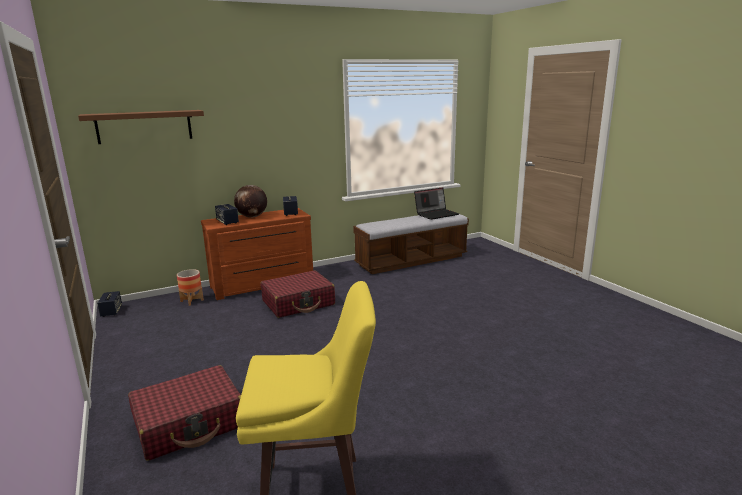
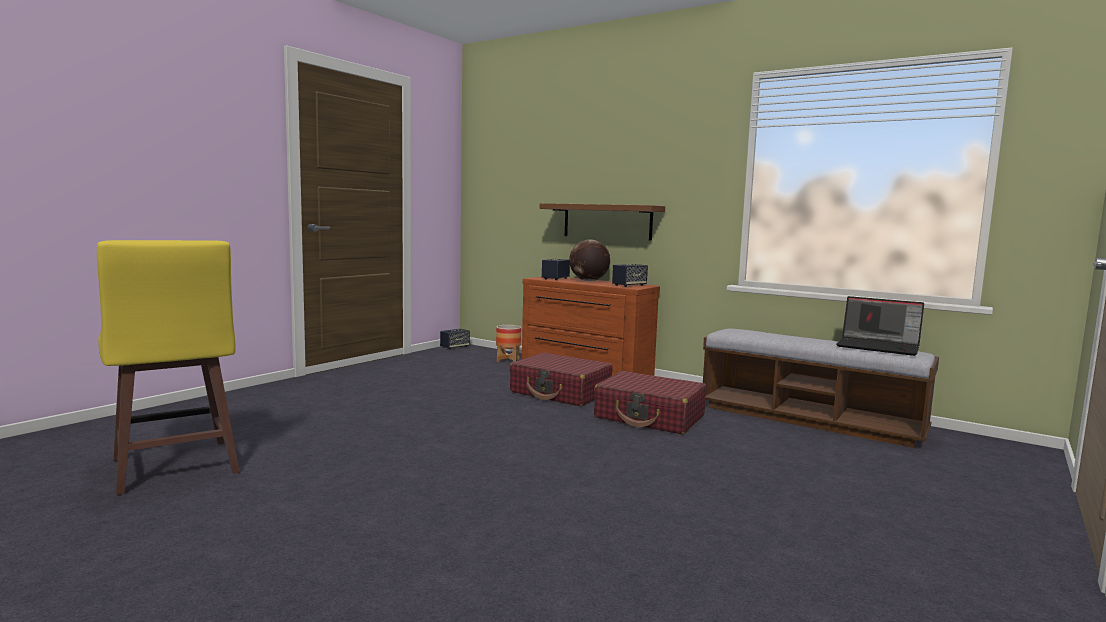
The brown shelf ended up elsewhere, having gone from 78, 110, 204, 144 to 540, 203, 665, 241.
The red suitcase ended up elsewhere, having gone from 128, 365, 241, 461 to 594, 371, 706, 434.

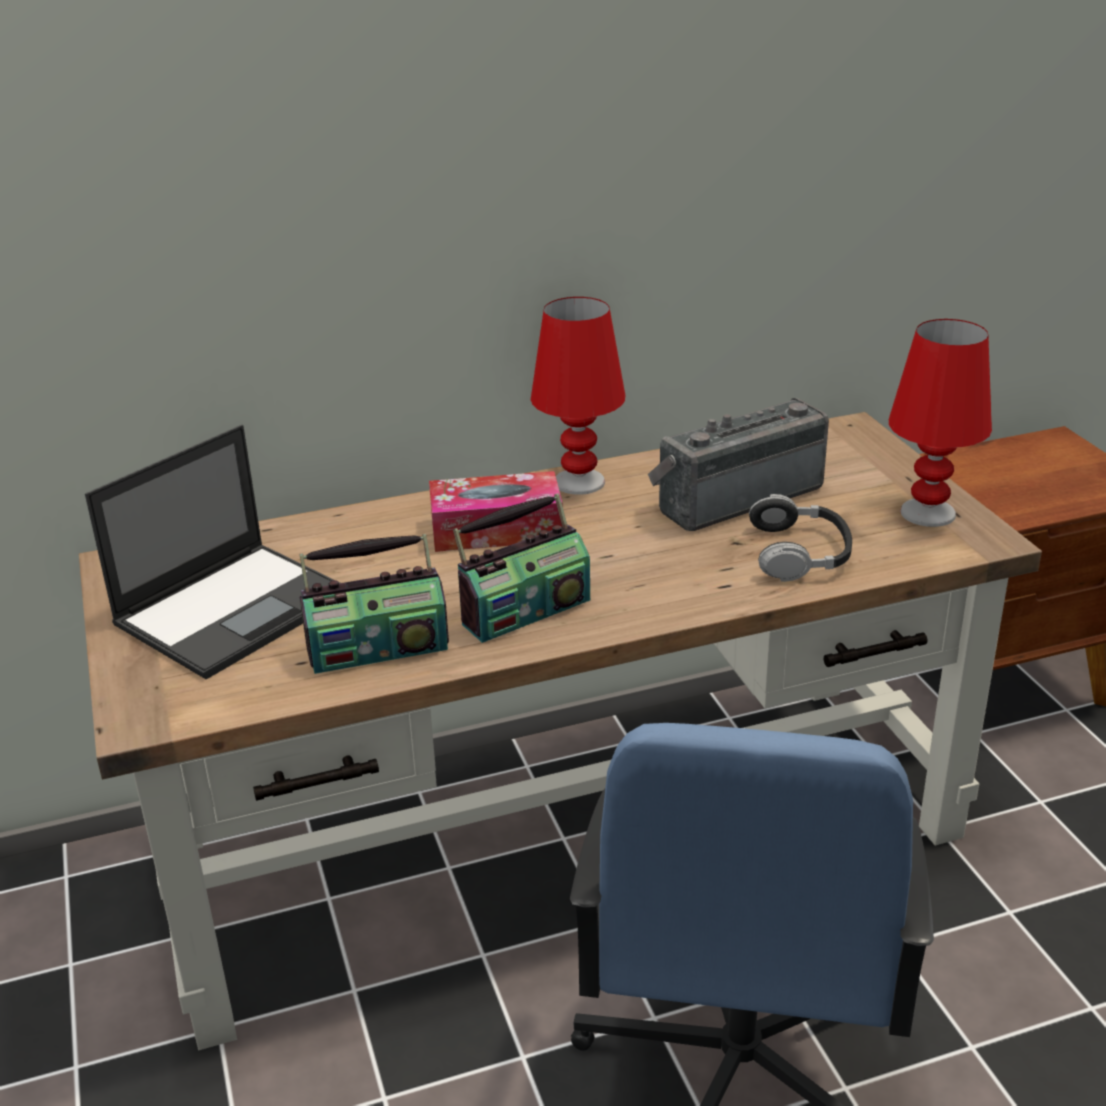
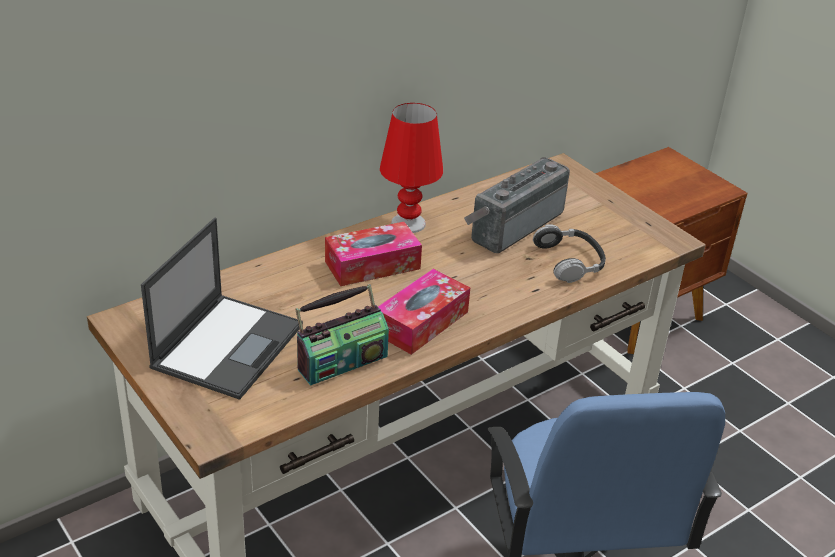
The second view lost the red table lamp at 889, 319, 992, 527.
Where the radio stood at 453, 493, 590, 643, the tissue box came to stand at 378, 269, 470, 355.

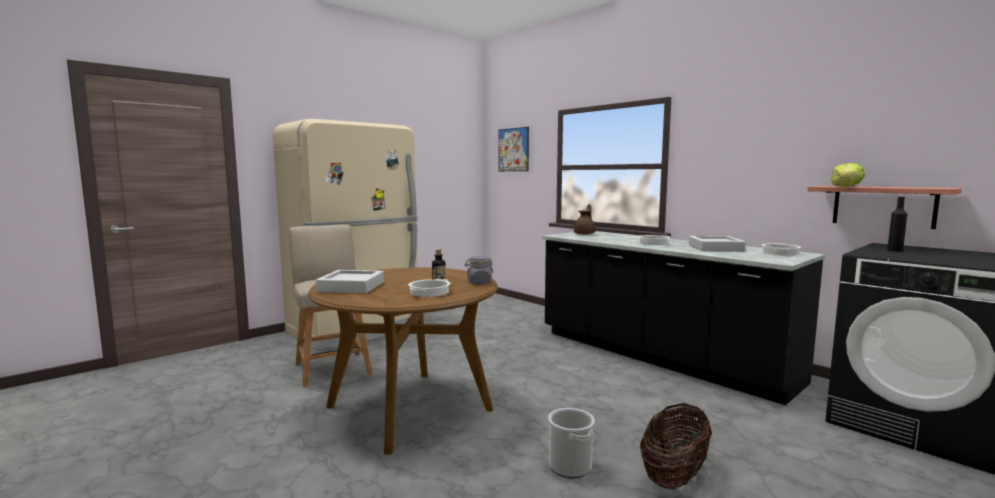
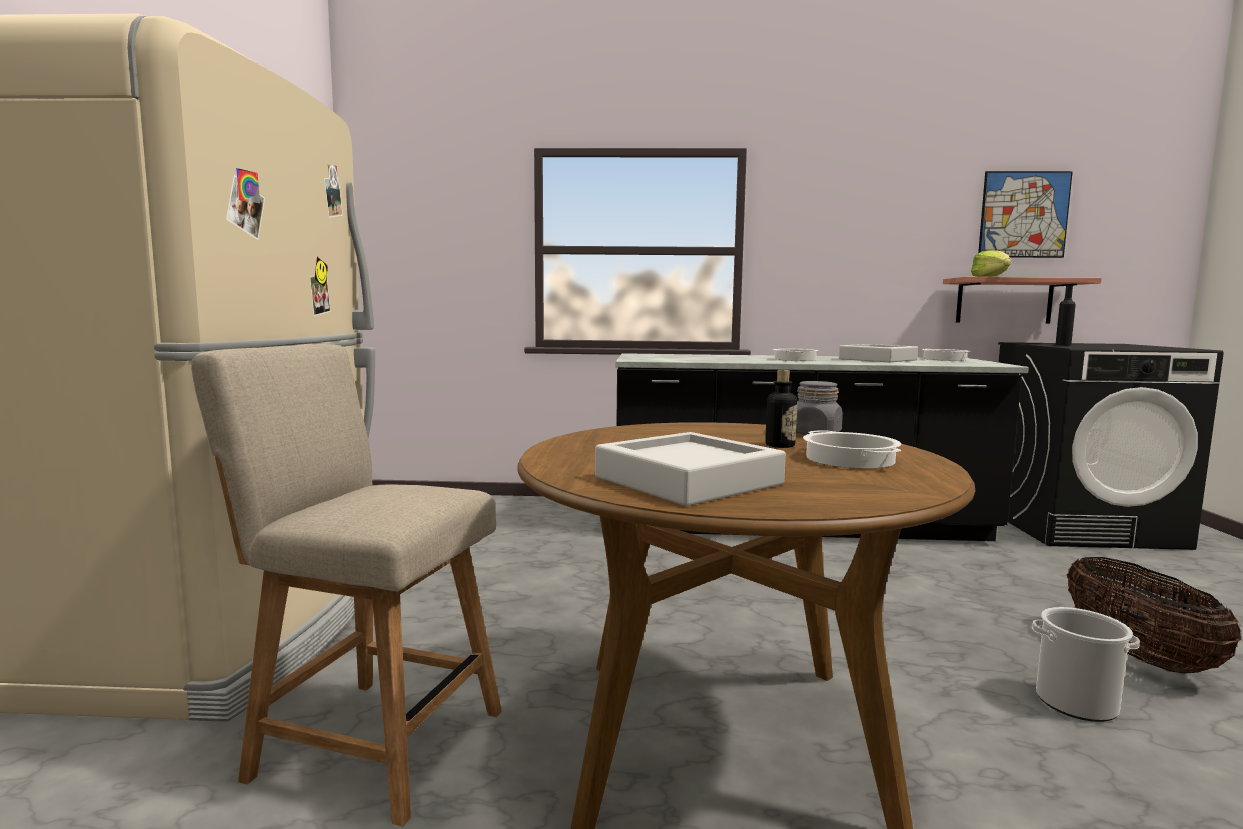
The picture ended up elsewhere, having gone from 498, 127, 529, 171 to 978, 171, 1073, 258.
The second view lost the brown teapot at 574, 204, 596, 235.

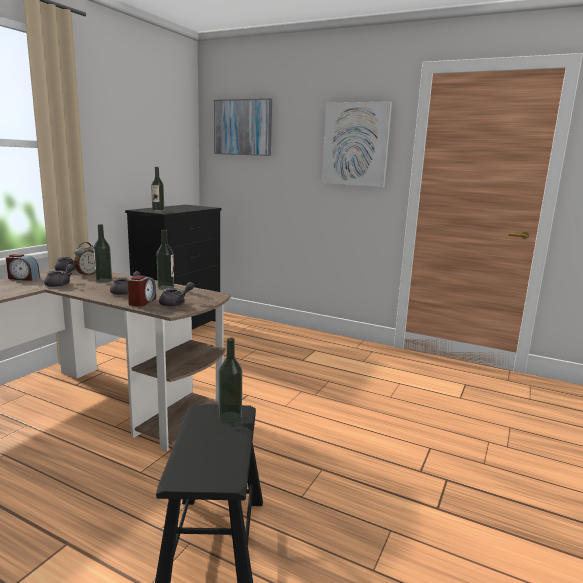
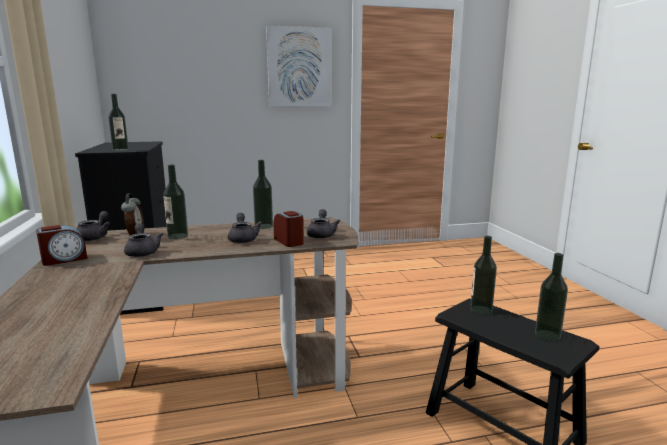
The second view lost the picture at 214, 98, 272, 156.
The second view gained the bottle at 535, 253, 568, 342.

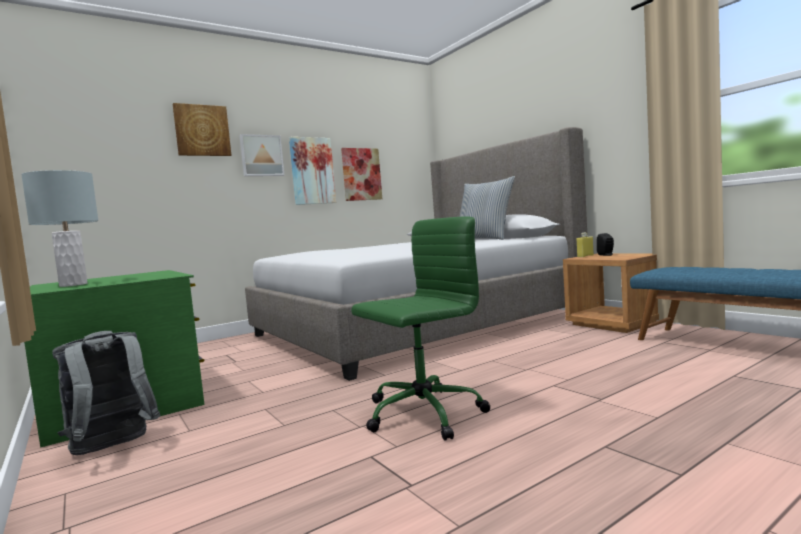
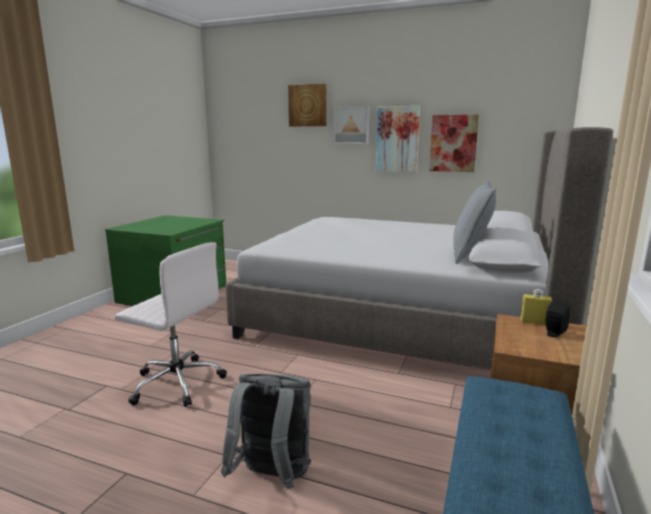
The second view lost the grey table lamp at 21, 170, 99, 287.
What was the green office chair at 351, 216, 490, 440 turned into the white office chair at 115, 242, 227, 407.
The grey backpack ended up elsewhere, having gone from 52, 331, 161, 455 to 221, 374, 311, 489.

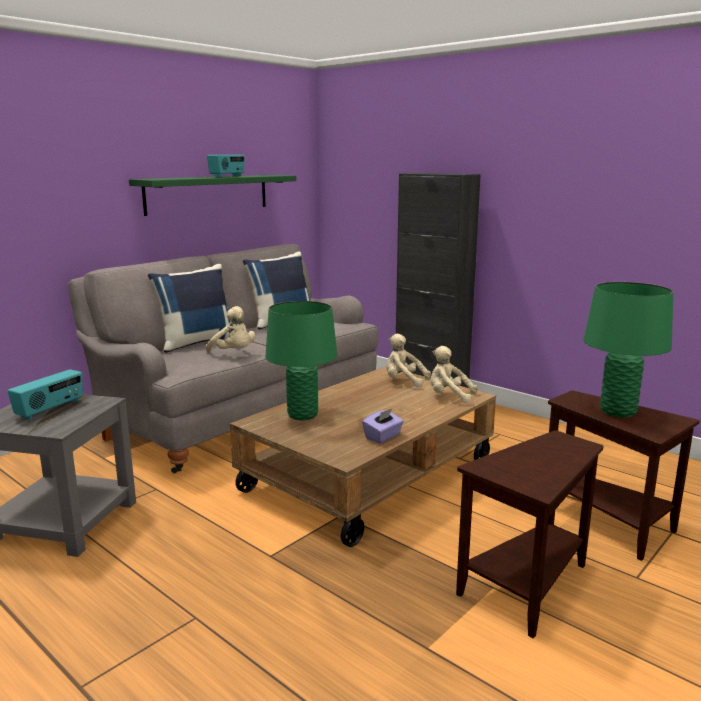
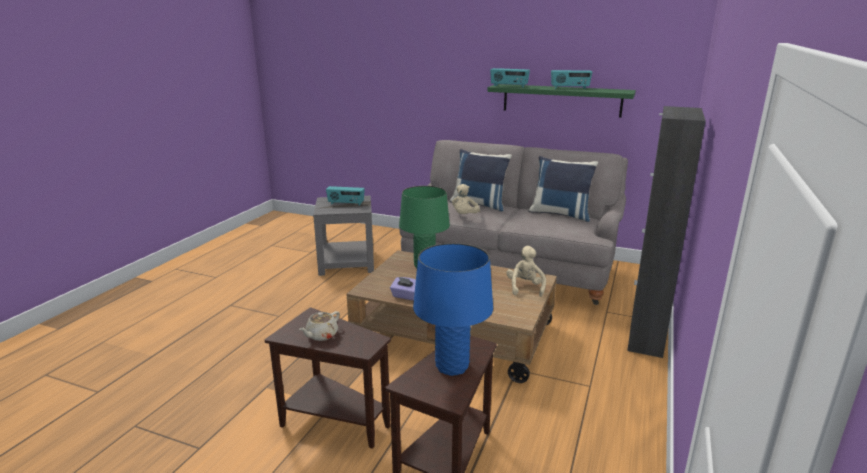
What was the green table lamp at 584, 282, 673, 417 turned into the blue table lamp at 413, 243, 493, 376.
The second view lost the beige plush toy at 430, 346, 477, 403.
The second view gained the radio at 490, 68, 530, 88.
The second view gained the beige teapot at 299, 311, 340, 341.

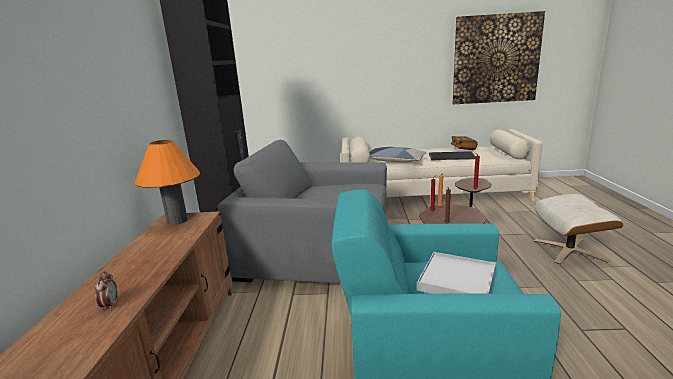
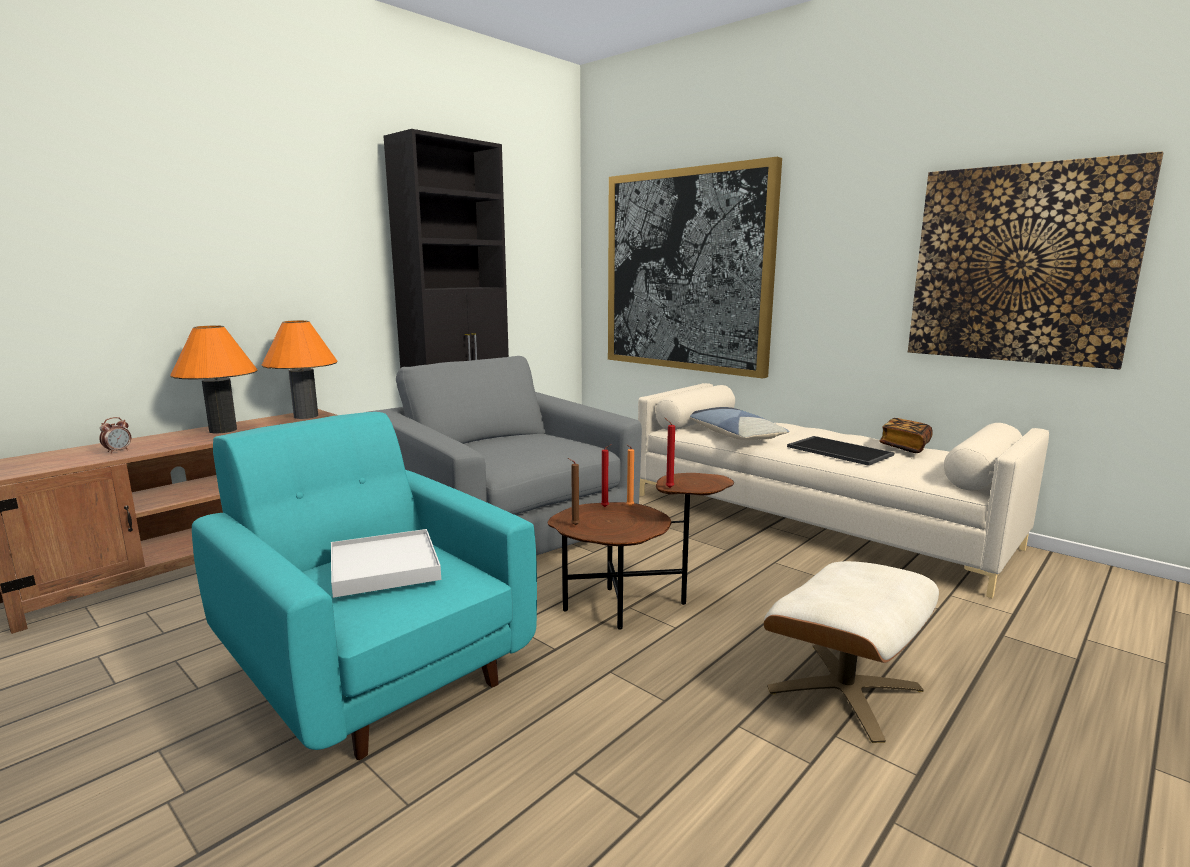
The second view gained the picture at 608, 157, 782, 378.
The second view gained the orange table lamp at 170, 326, 257, 433.

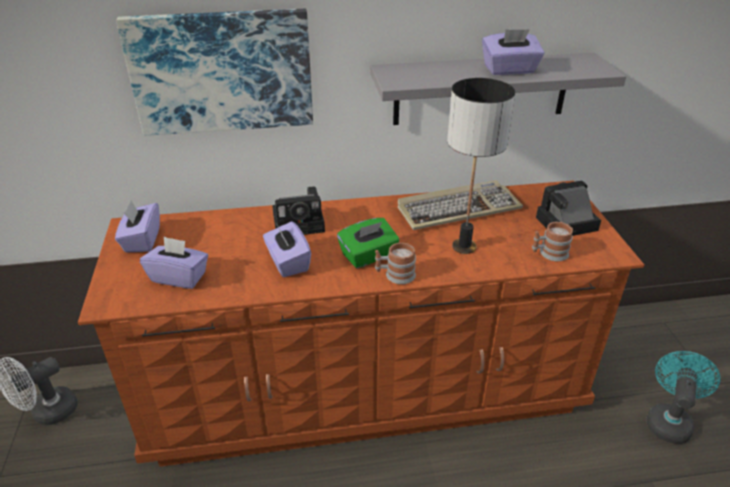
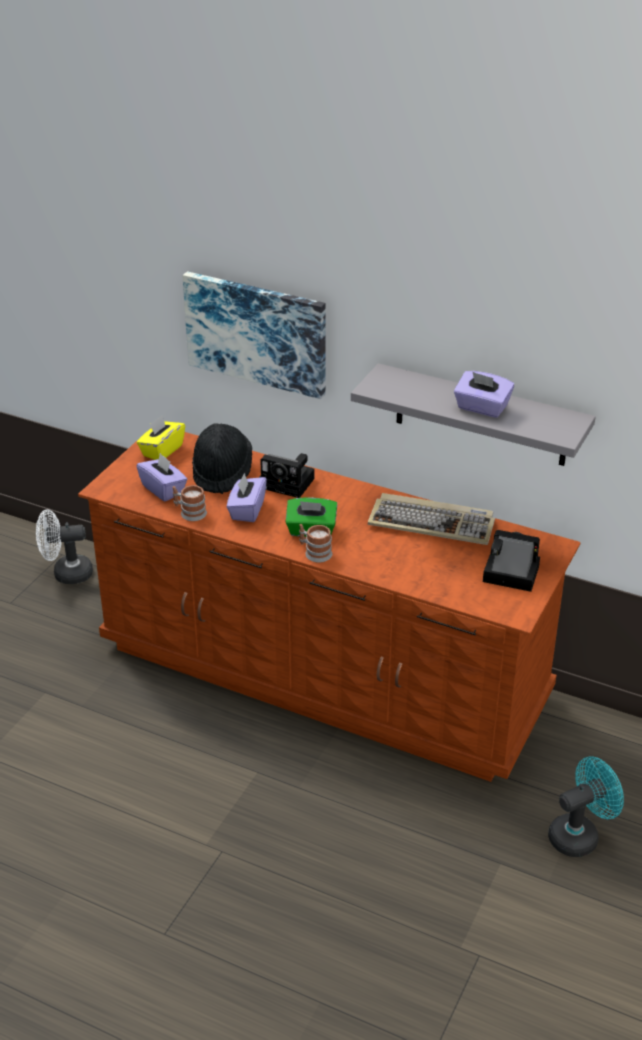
The second view lost the table lamp at 447, 78, 515, 254.
What was the purple tissue box at 115, 201, 160, 252 turned into the yellow tissue box at 137, 415, 185, 460.
The mug ended up elsewhere, having gone from 532, 222, 573, 261 to 173, 485, 207, 521.
The second view gained the black hat at 192, 423, 252, 494.

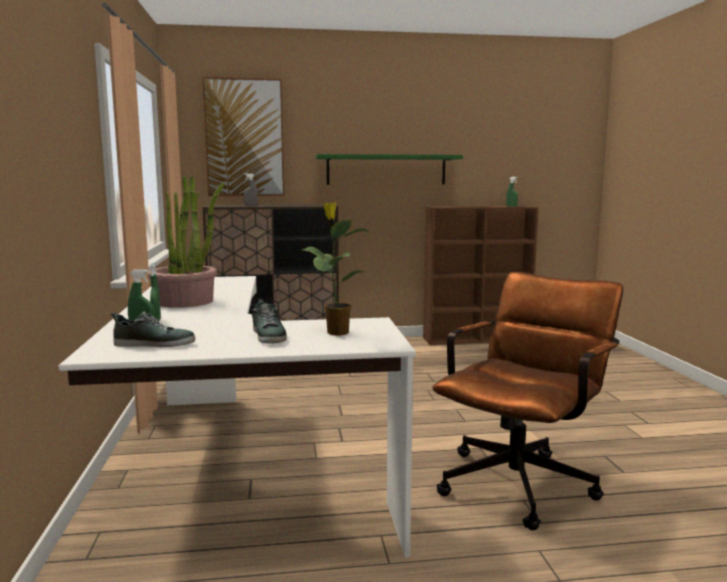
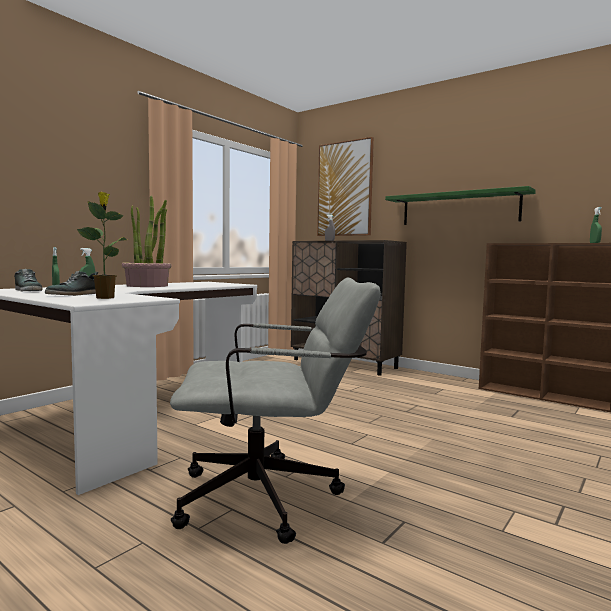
What was the brown office chair at 432, 272, 624, 530 turned into the grey office chair at 170, 277, 381, 544.

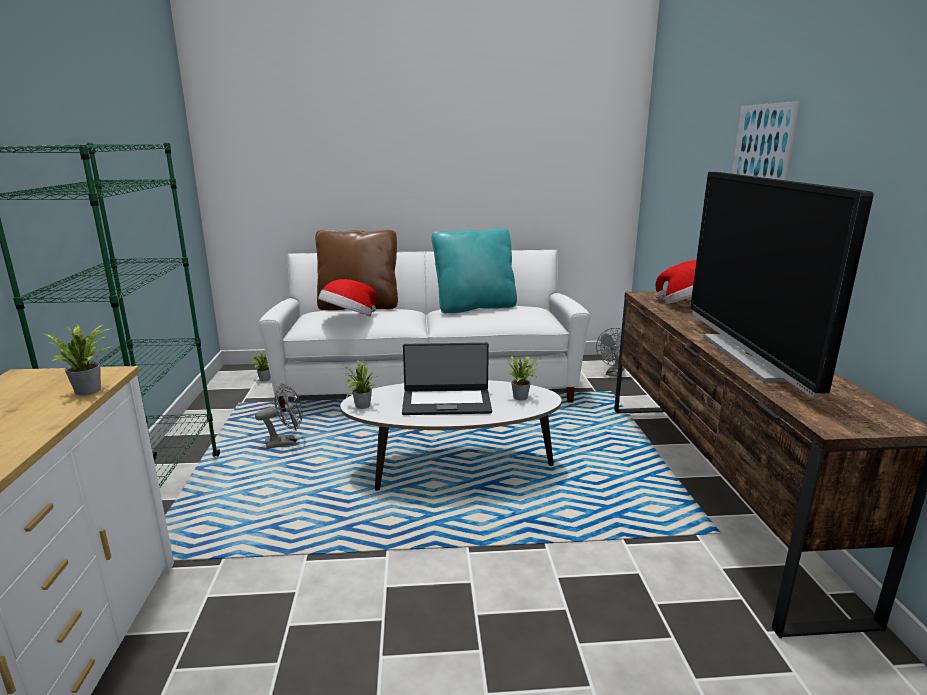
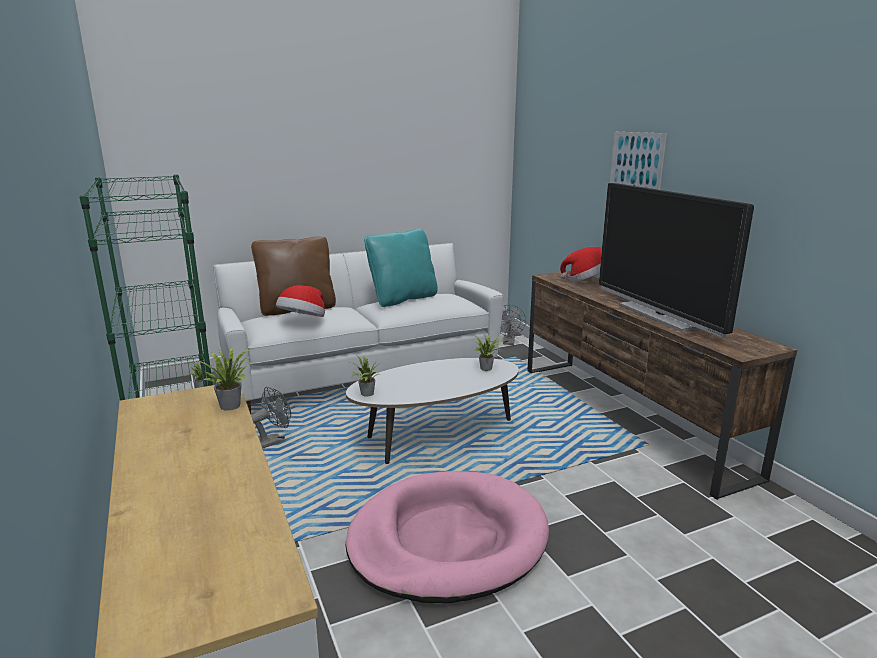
The second view lost the laptop at 402, 343, 492, 415.
The second view gained the pink dog bed at 346, 471, 549, 603.

